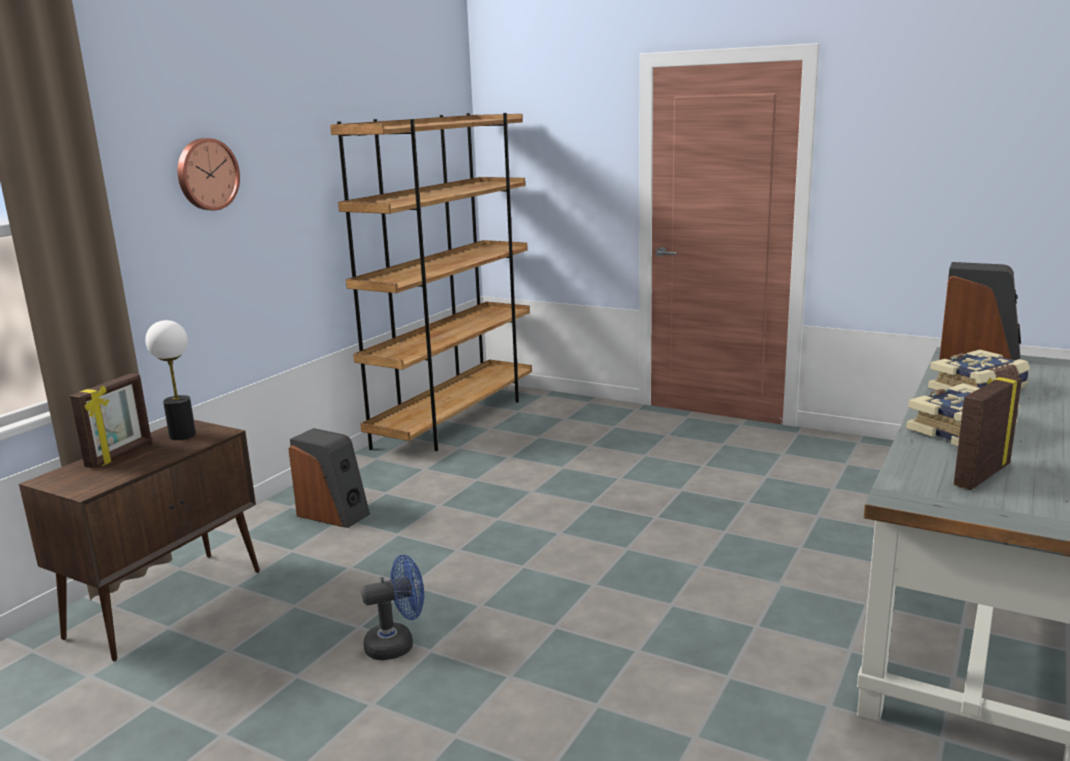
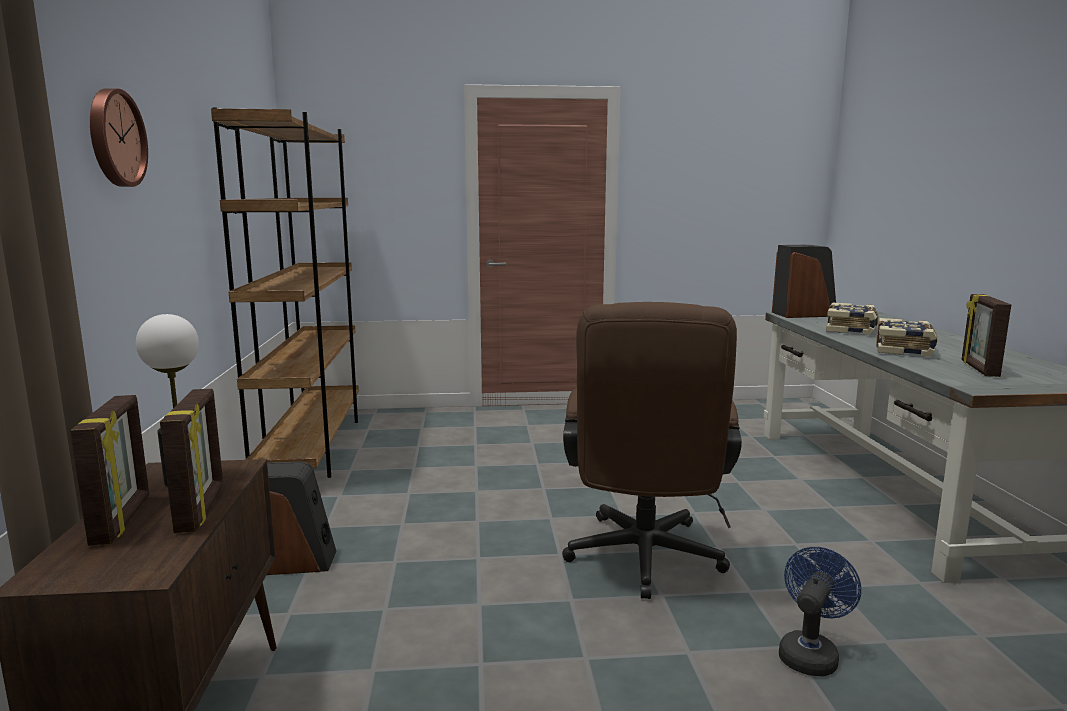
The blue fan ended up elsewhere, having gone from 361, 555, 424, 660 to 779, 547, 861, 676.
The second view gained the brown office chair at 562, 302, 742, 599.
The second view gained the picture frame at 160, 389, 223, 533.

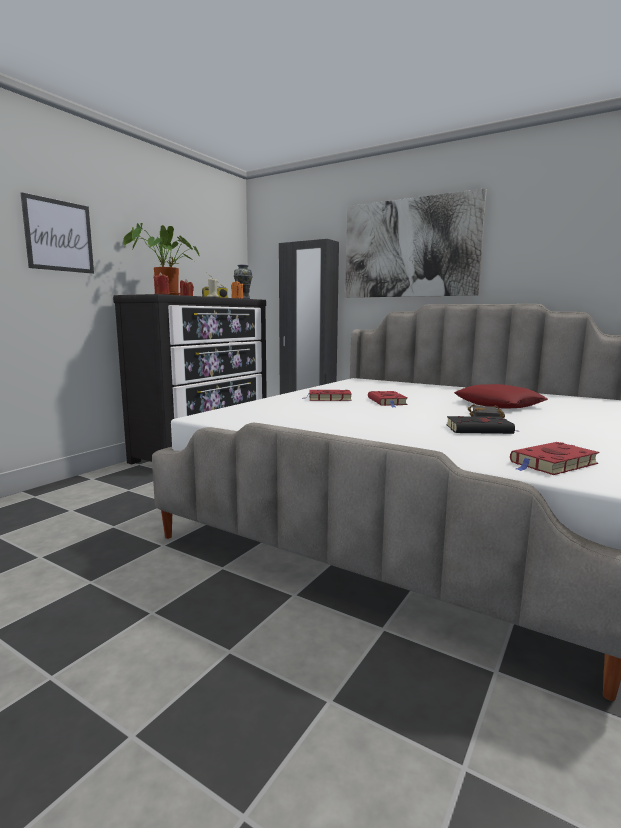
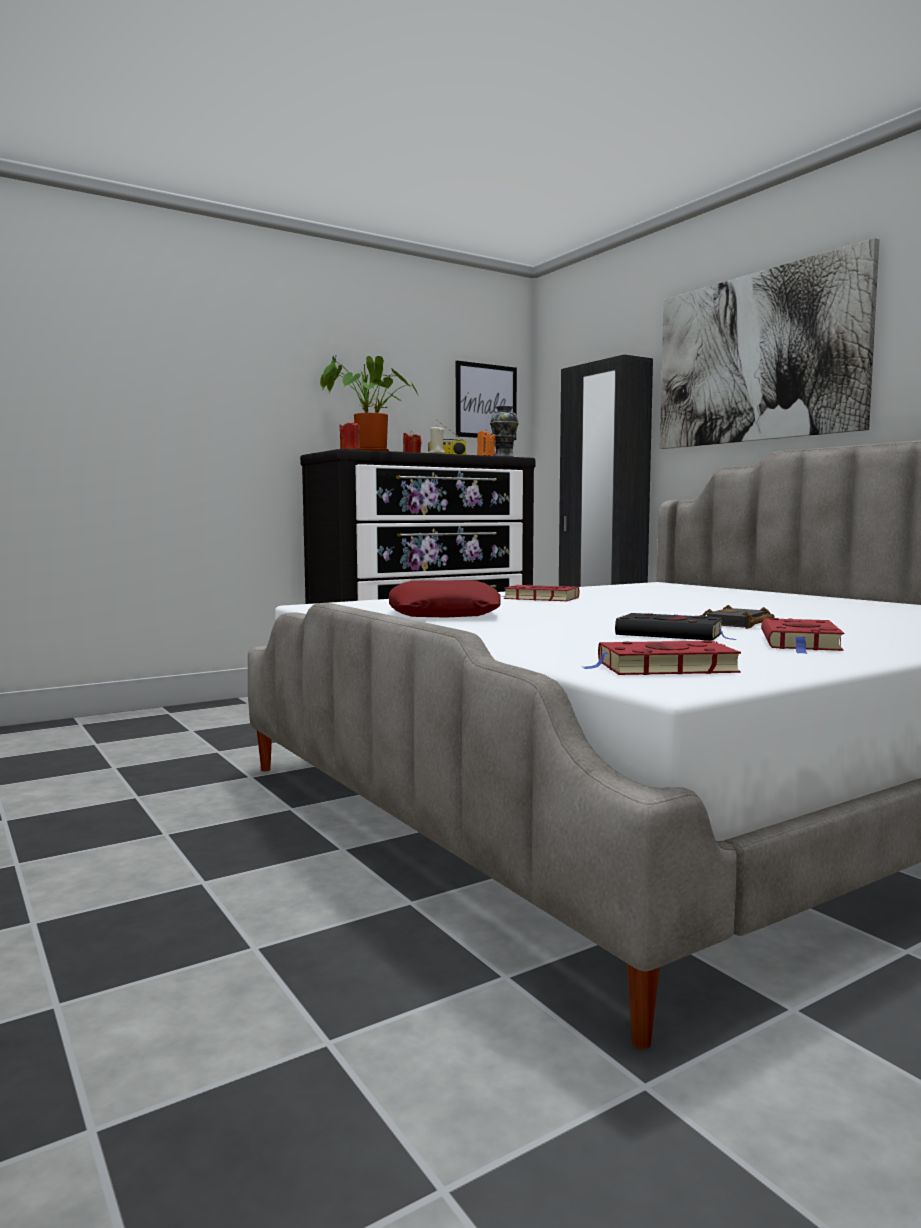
The picture ended up elsewhere, having gone from 21, 192, 94, 274 to 456, 361, 517, 440.
The red pillow ended up elsewhere, having gone from 454, 384, 548, 409 to 389, 580, 501, 617.
The red book ended up elsewhere, having gone from 368, 391, 408, 408 to 761, 618, 844, 654.

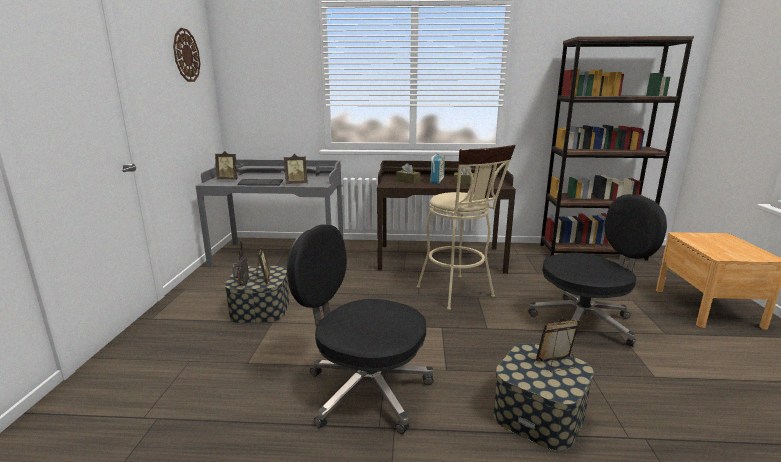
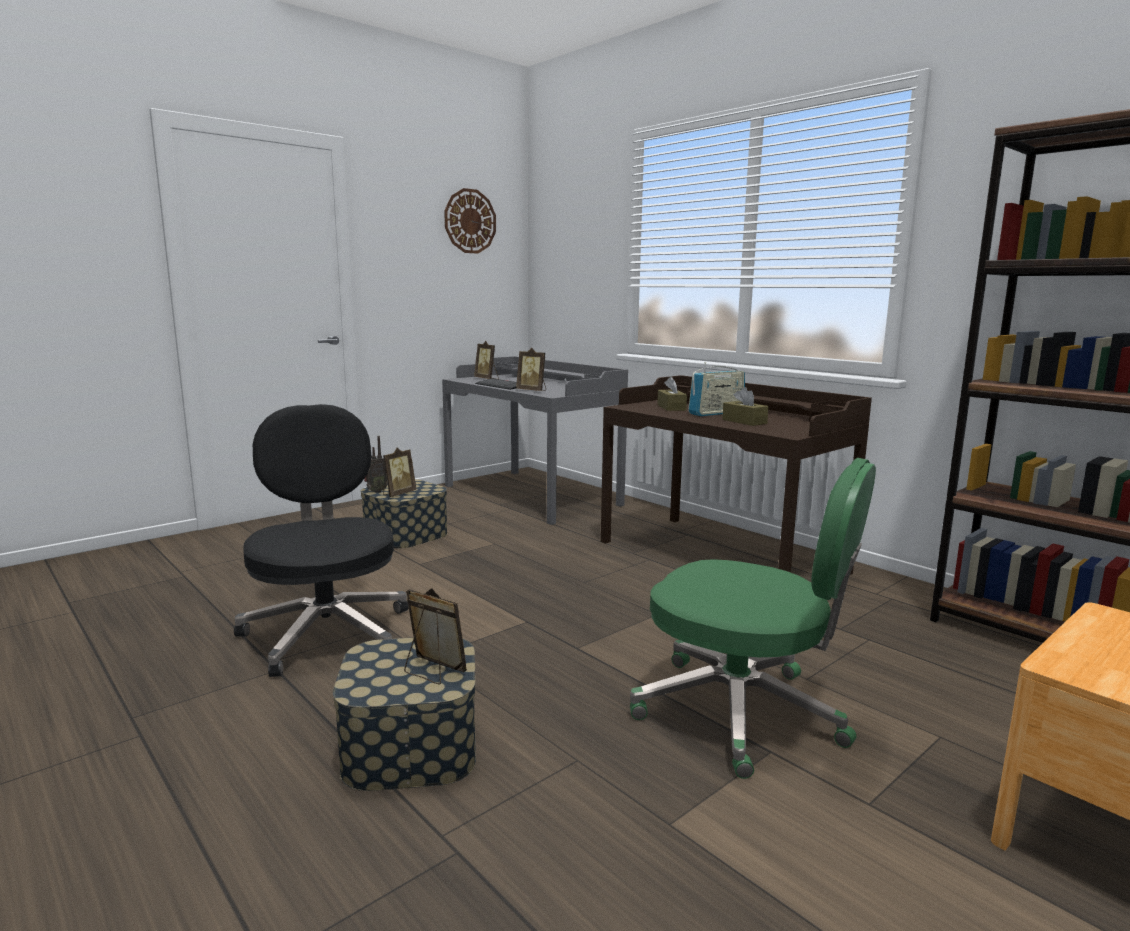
The second view lost the beige stool at 417, 145, 516, 310.
What was the black office chair at 528, 194, 667, 347 turned into the green office chair at 630, 458, 876, 779.

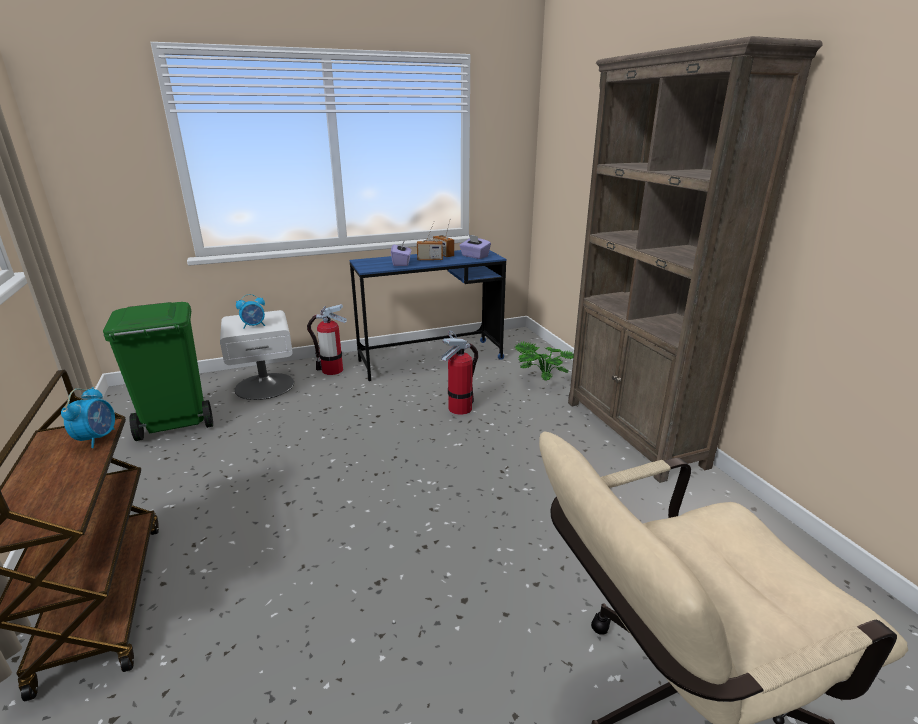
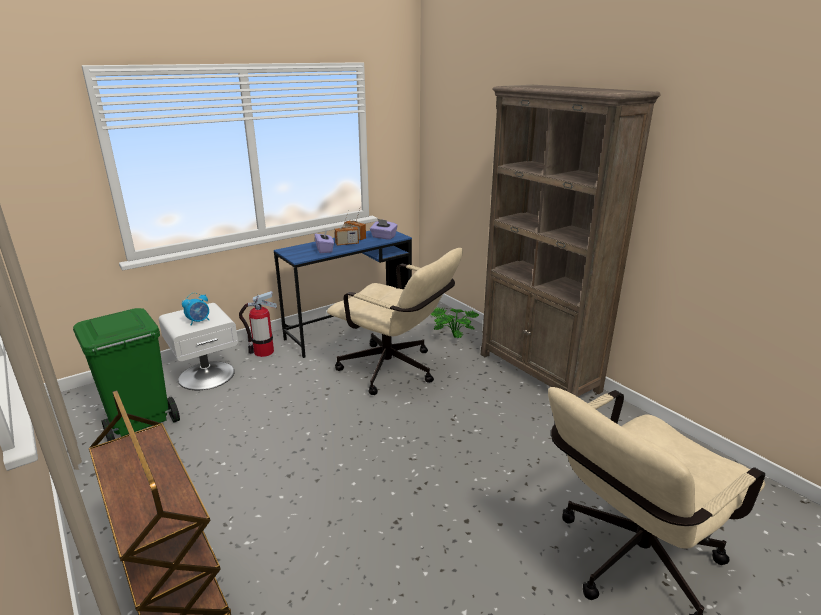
Where the fire extinguisher stood at 441, 331, 478, 415, the beige office chair came to stand at 327, 248, 463, 395.
The second view lost the alarm clock at 61, 387, 115, 448.

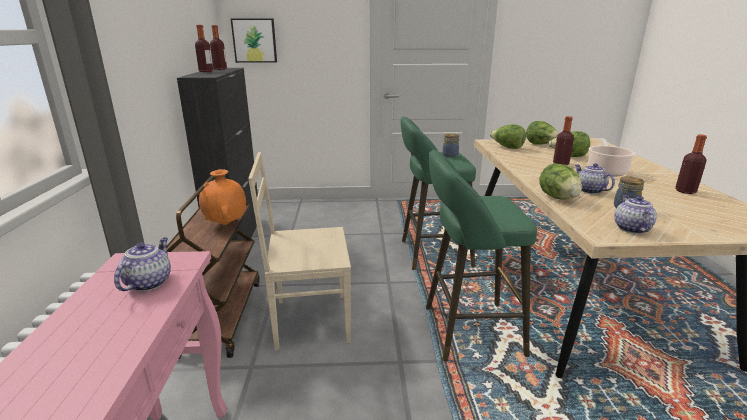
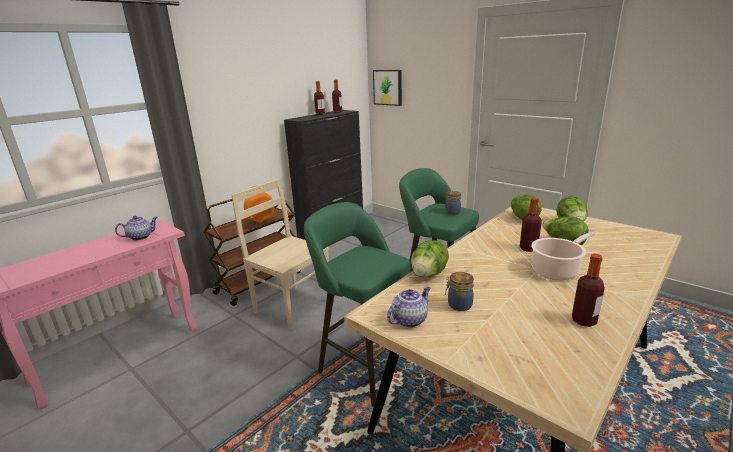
The second view lost the teapot at 575, 163, 615, 194.

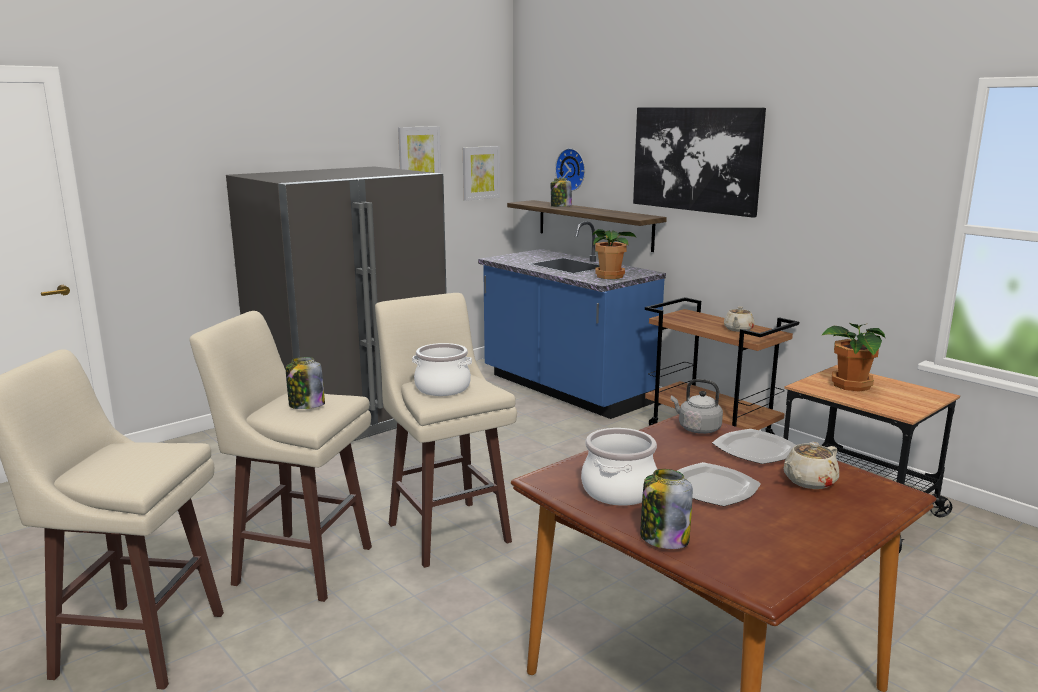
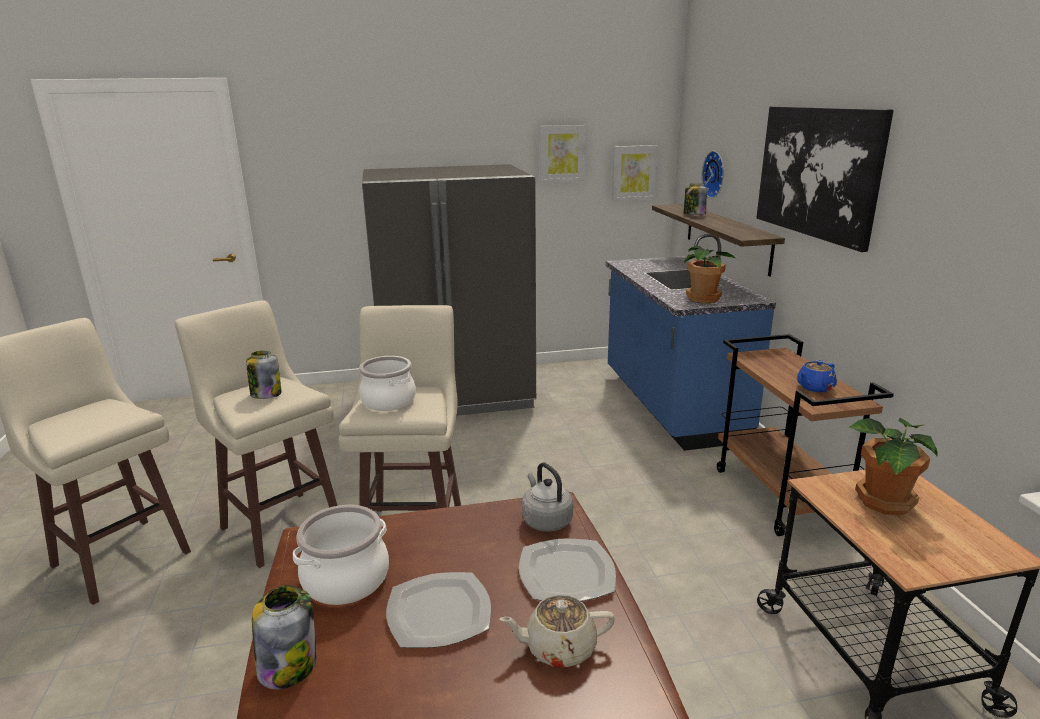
What was the beige teapot at 724, 306, 755, 332 turned into the blue teapot at 797, 360, 837, 392.

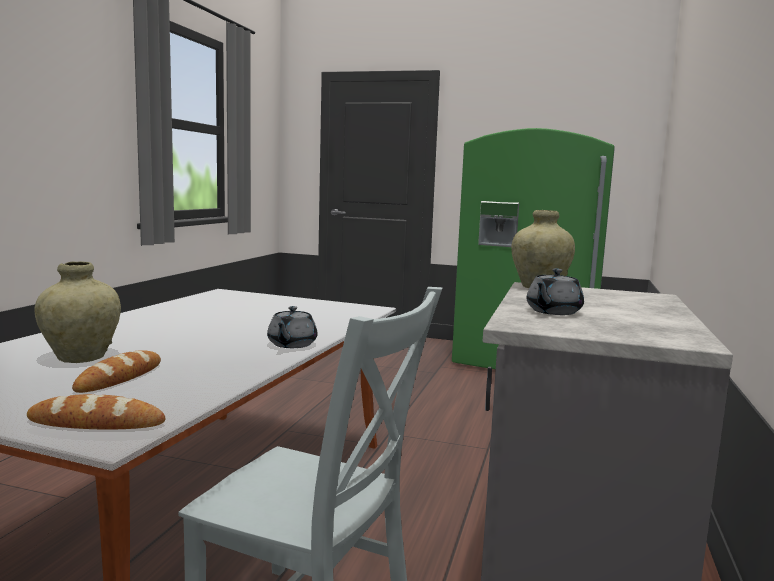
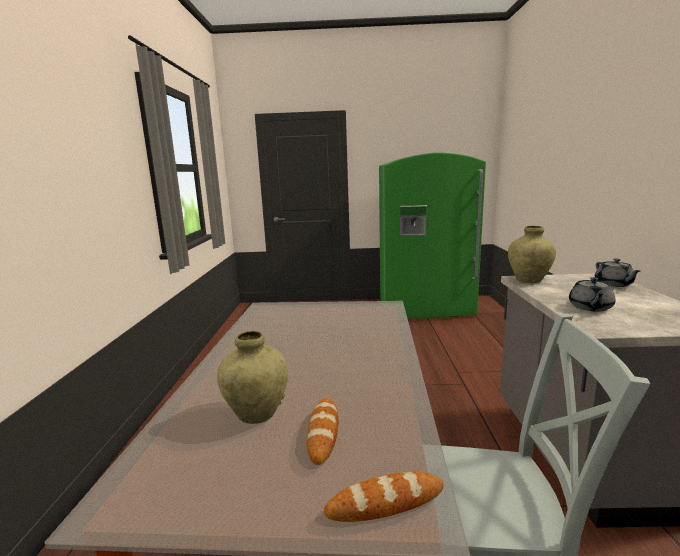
The grey teapot ended up elsewhere, having gone from 267, 306, 317, 348 to 595, 258, 640, 287.

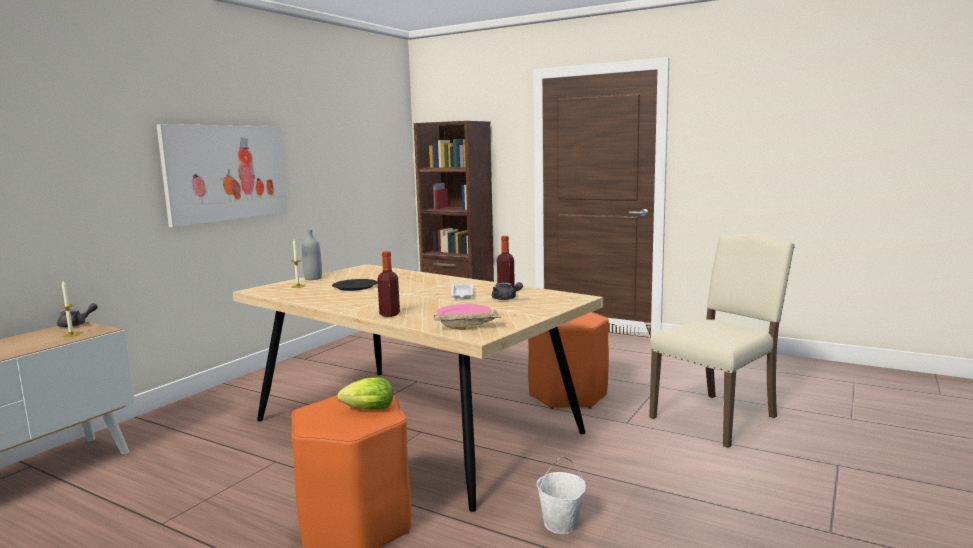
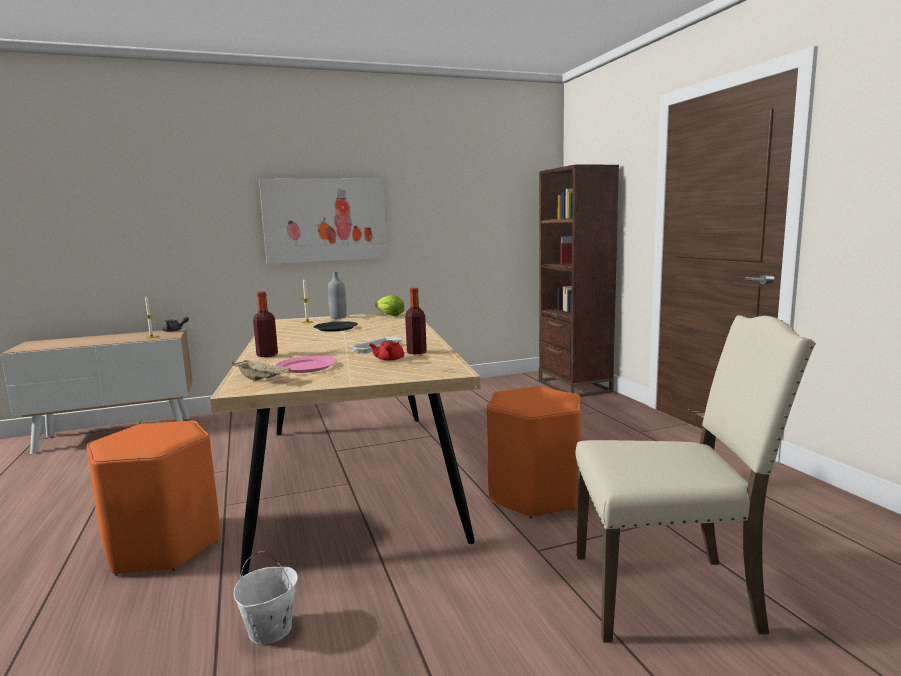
What was the grey teapot at 492, 282, 523, 300 turned into the red teapot at 369, 340, 404, 361.
The lettuce ended up elsewhere, having gone from 337, 377, 393, 410 to 375, 295, 404, 316.

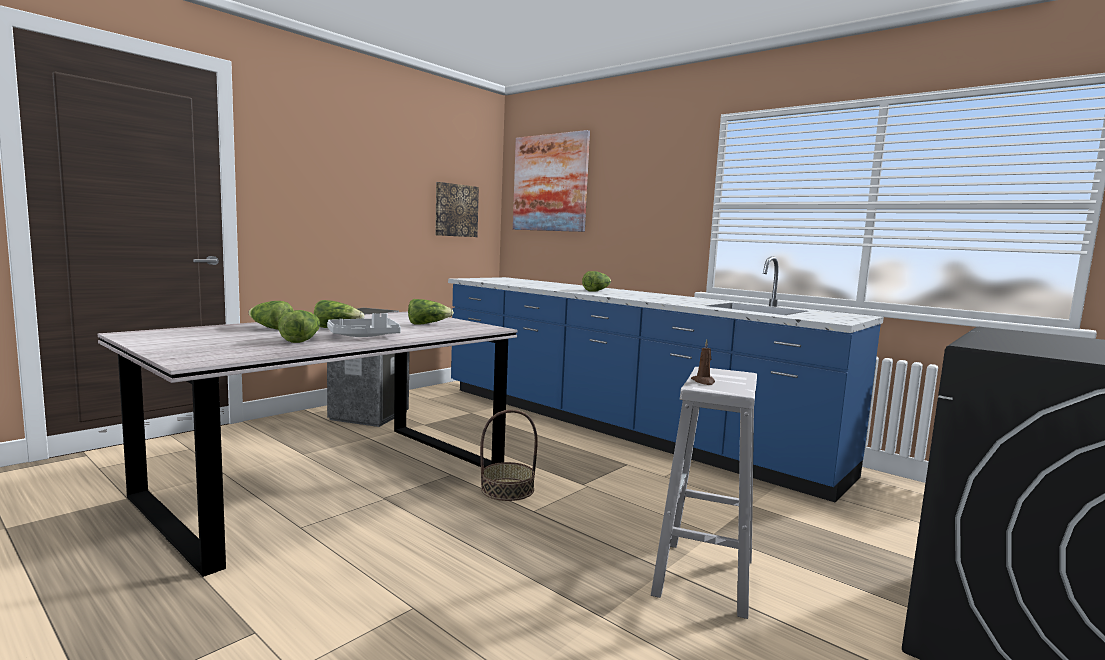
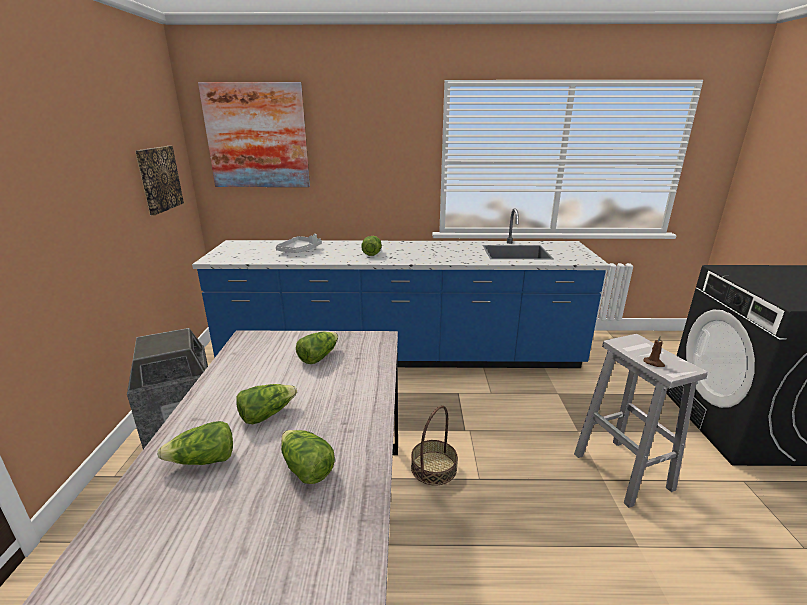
The grey tray ended up elsewhere, having gone from 327, 313, 401, 337 to 276, 234, 322, 253.

